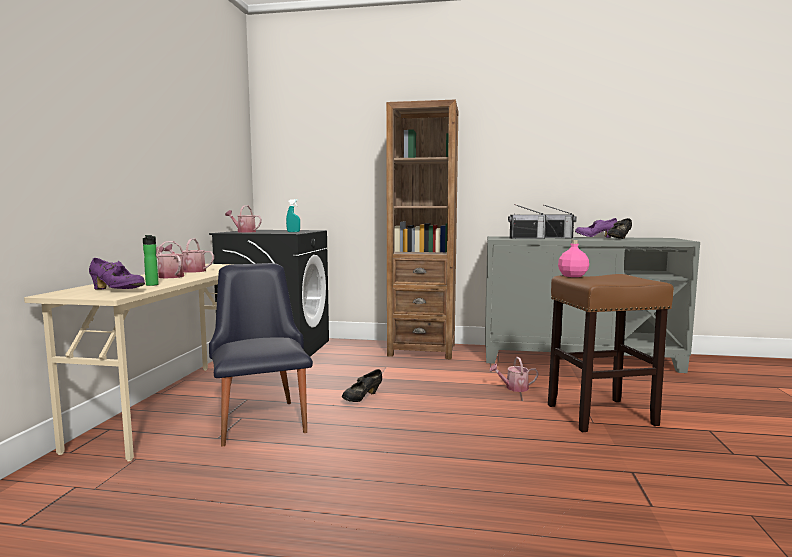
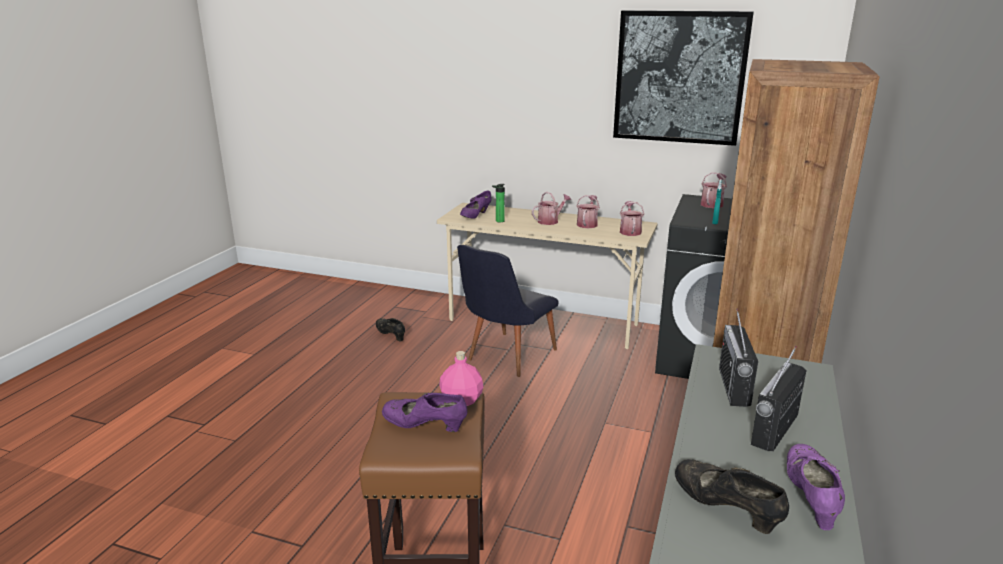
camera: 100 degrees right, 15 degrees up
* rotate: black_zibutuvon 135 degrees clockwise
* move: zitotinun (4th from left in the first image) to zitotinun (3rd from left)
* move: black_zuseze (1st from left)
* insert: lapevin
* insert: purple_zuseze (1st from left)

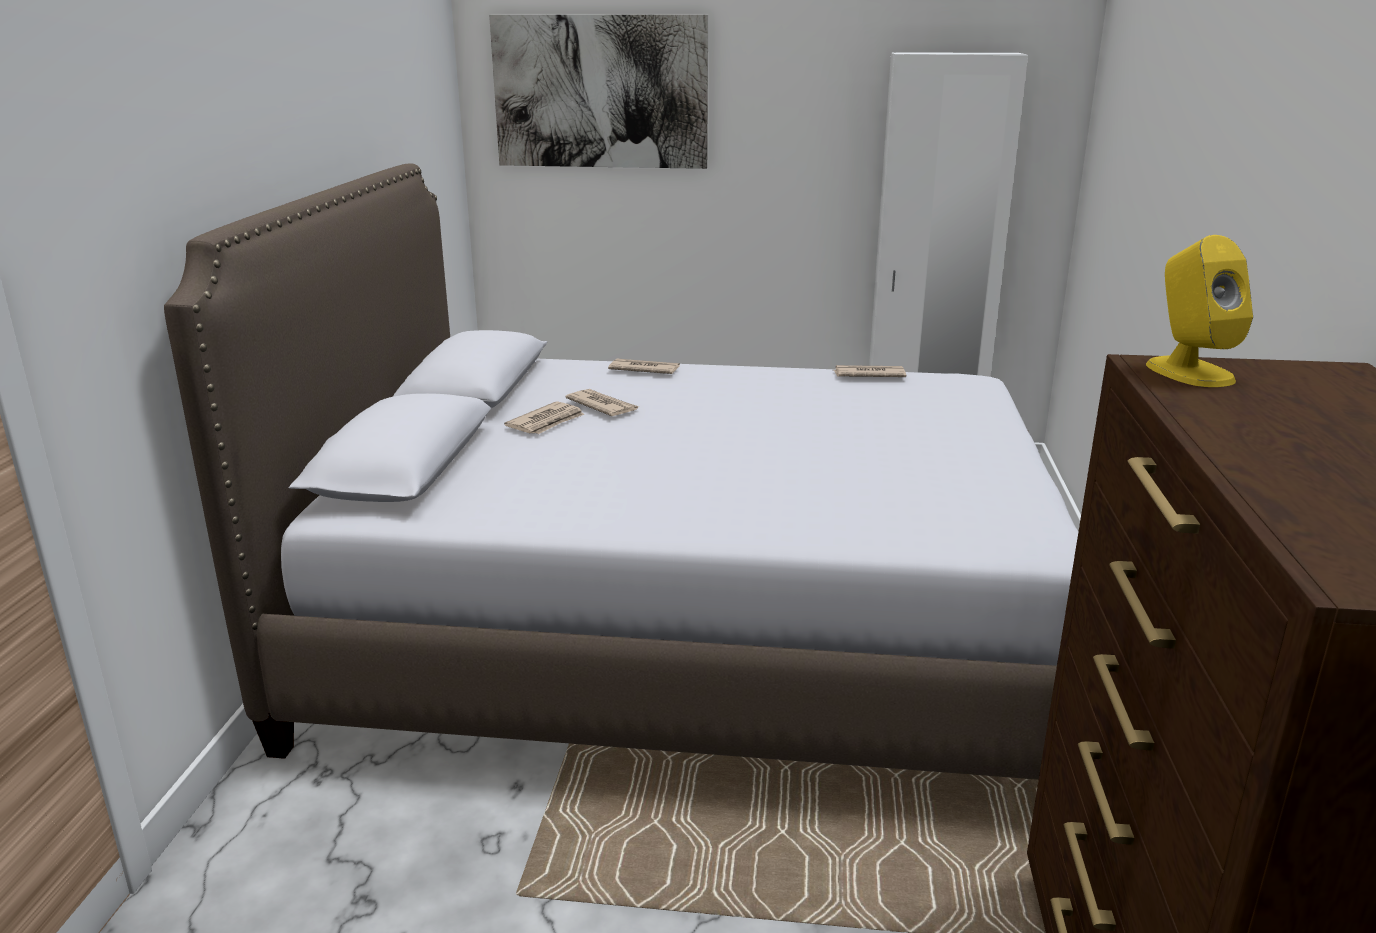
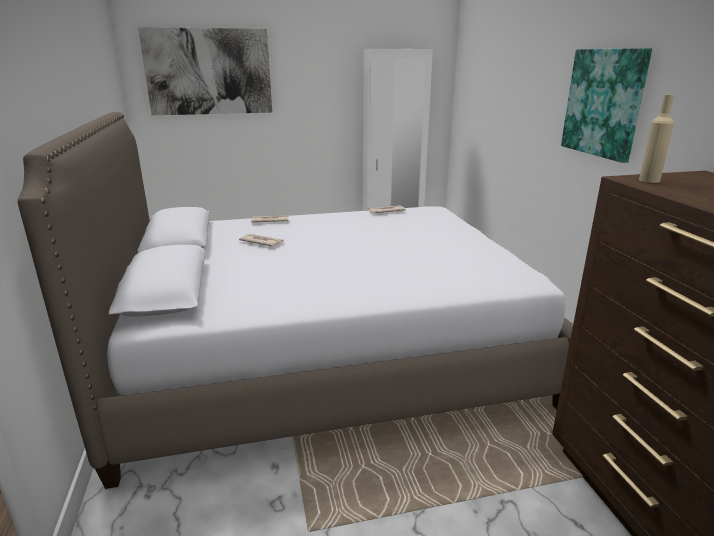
camera: 20 degrees left, 0 degrees up
* replace: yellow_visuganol to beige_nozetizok
* delete: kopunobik (1st from left)
* insert: lapevin (2nd from left)

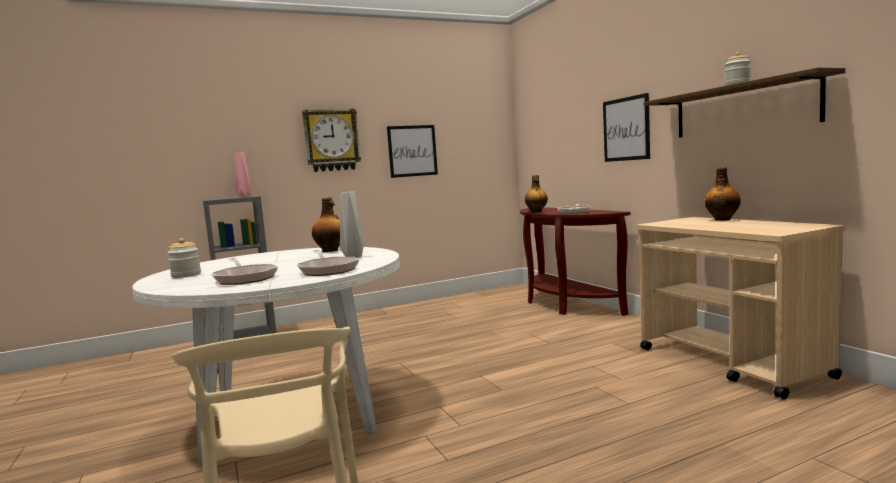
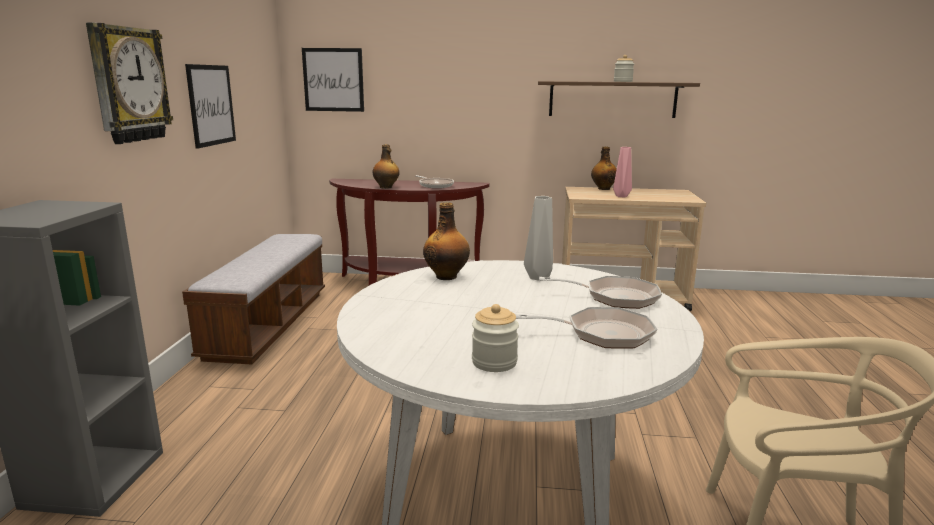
camera: 60 degrees left, 10 degrees up
* move: lapevin (2nd from left)
* move: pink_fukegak
* insert: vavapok

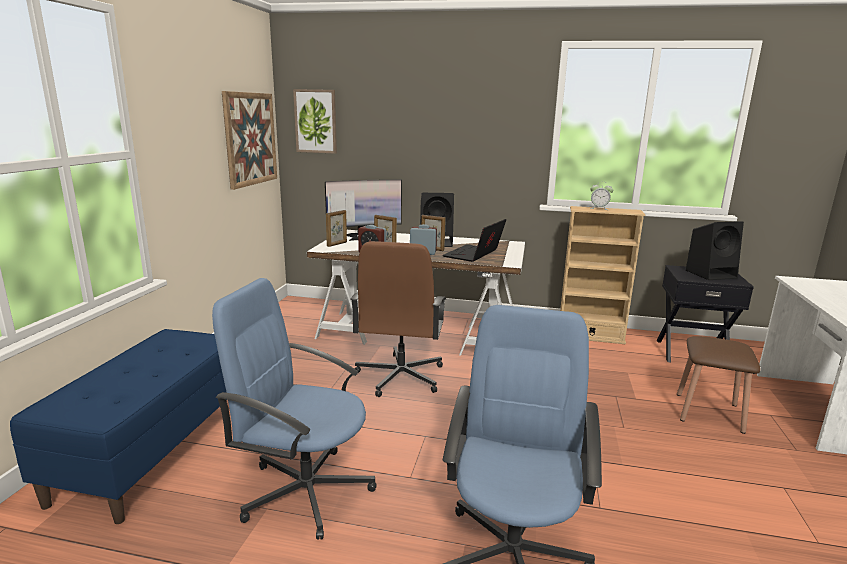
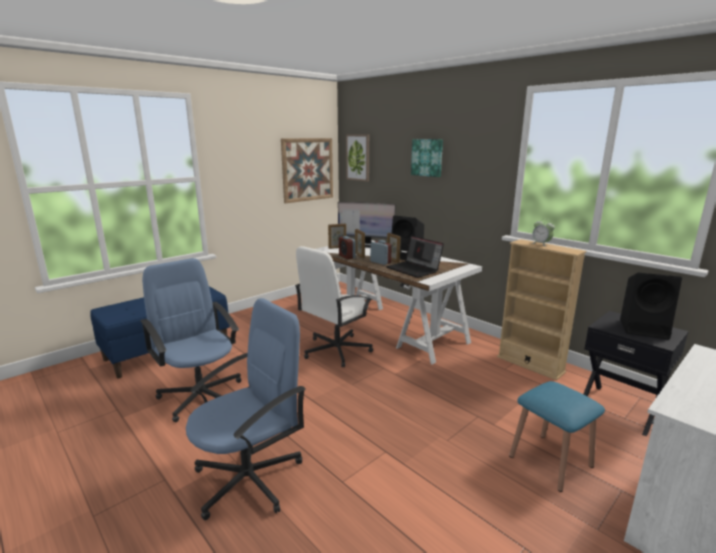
camera: 35 degrees right, 0 degrees up
* rotate: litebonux 105 degrees counterclockwise
* recolor: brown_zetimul to white_zetimul
* recolor: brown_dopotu to blue_dopotu
* insert: lapevin (3rd from left)

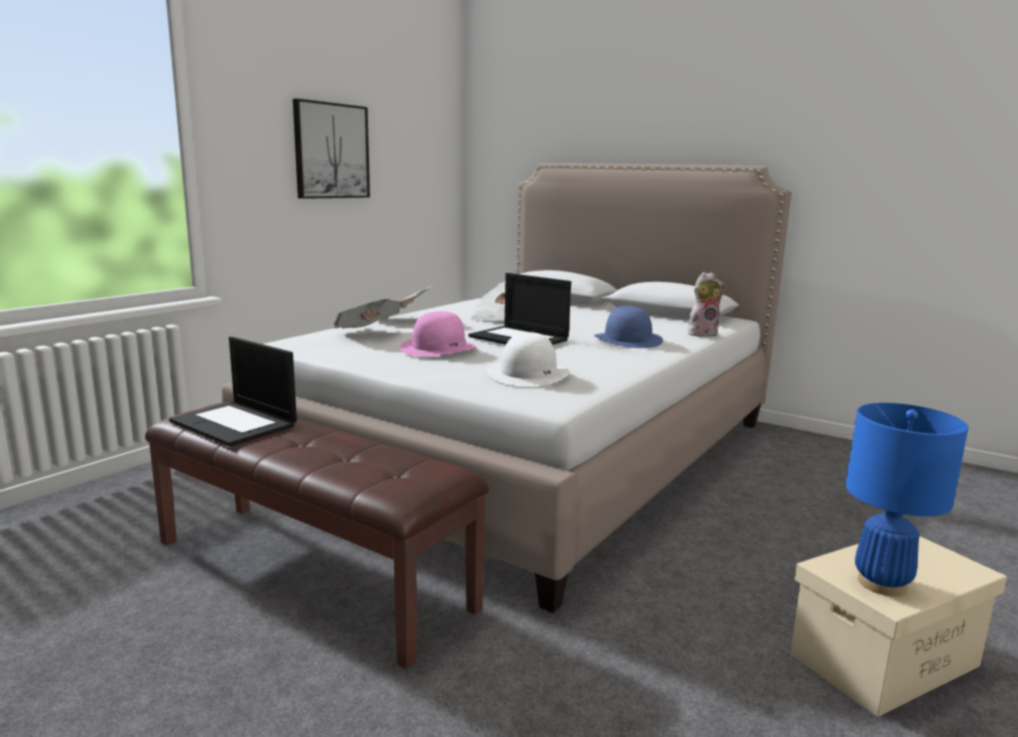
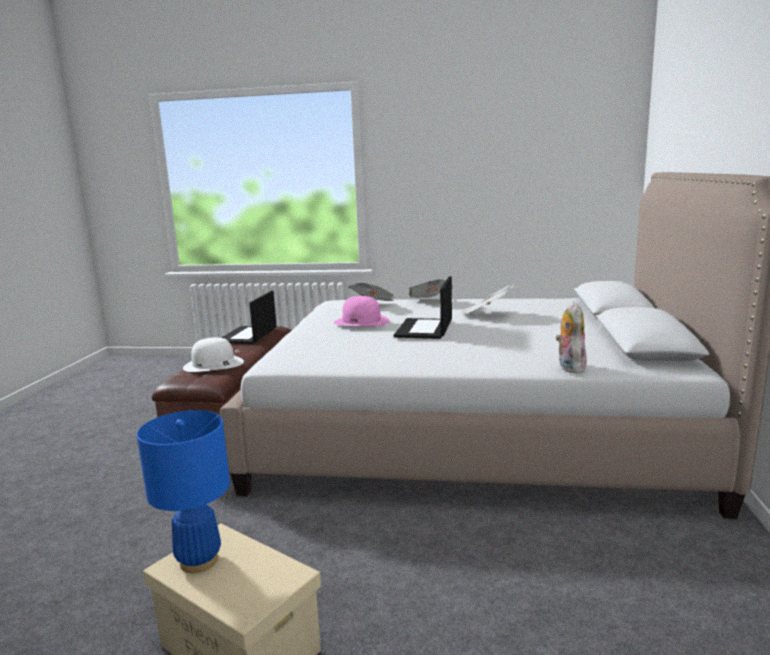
camera: 65 degrees right, 0 degrees up
* delete: lapevin
* rotate: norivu 135 degrees counterclockwise
* delete: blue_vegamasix
* move: white_vegamasix

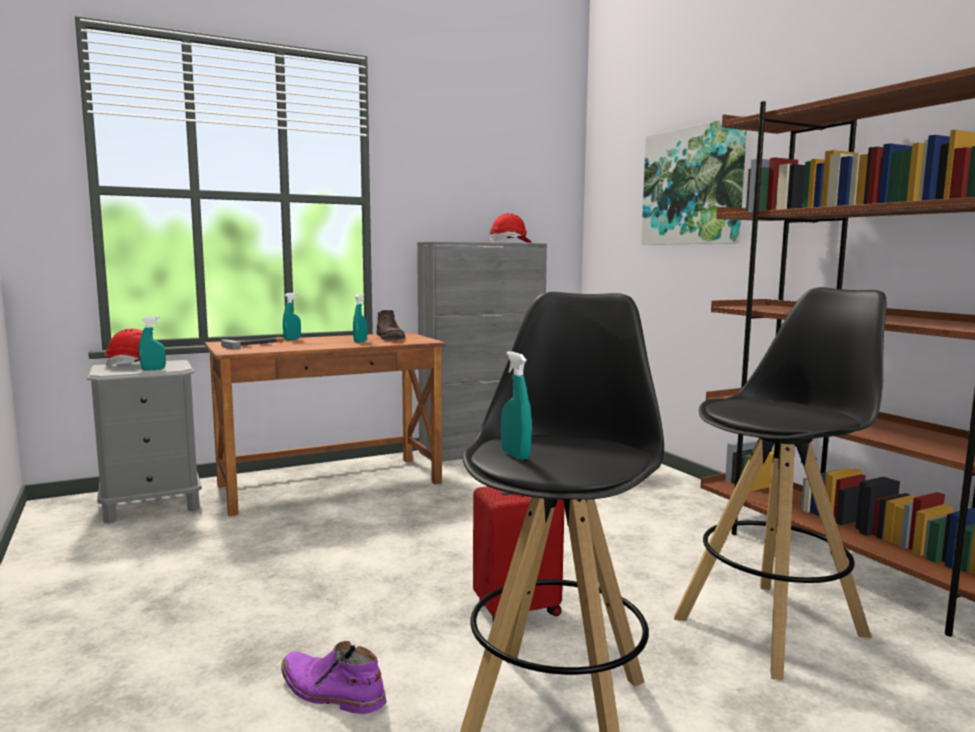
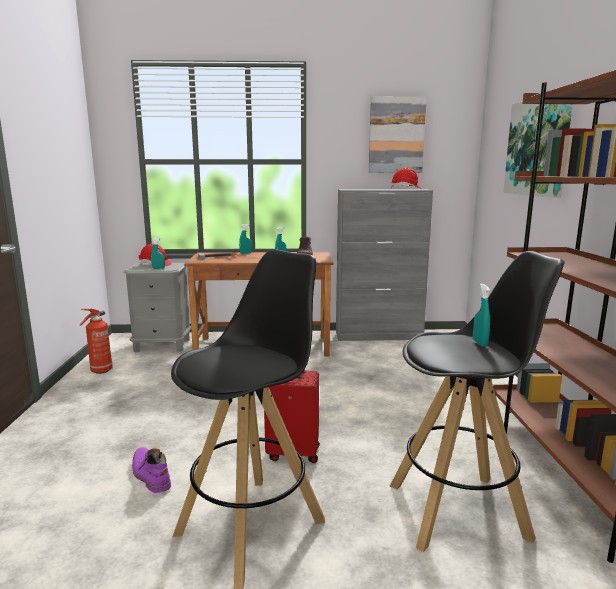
camera: 25 degrees right, 5 degrees up
* move: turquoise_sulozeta (4th from left)
* insert: lapevin (1st from left)
* insert: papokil

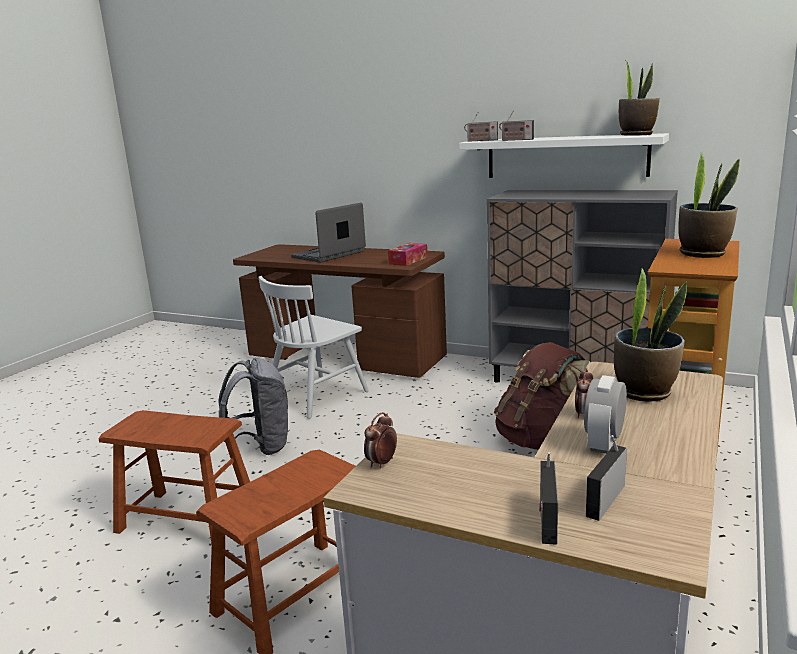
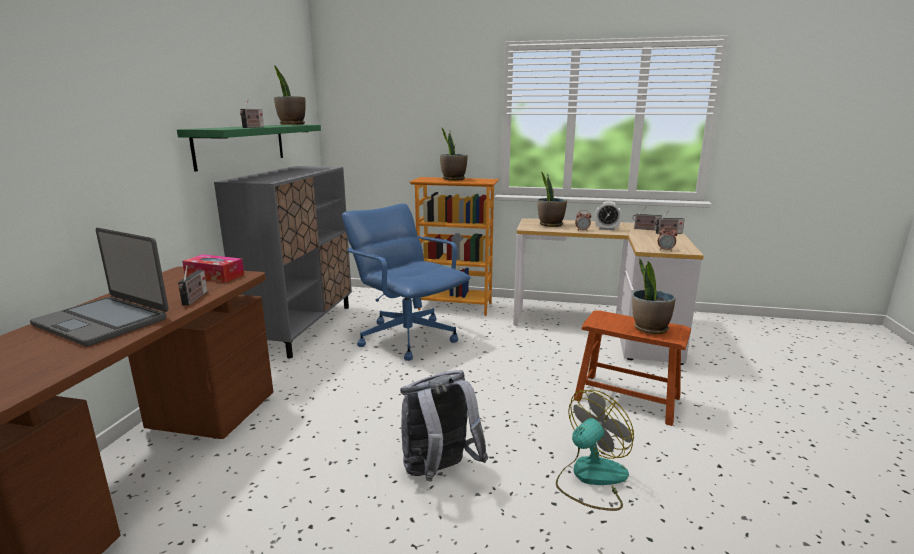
camera: 105 degrees left, 0 degrees up
* move: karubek (1st from left)
* recolor: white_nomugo to green_nomugo
* delete: white_zibutuvon
* replace: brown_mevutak to blue_zetimul
* replace: brown_dopotu (1st from left) to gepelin
* insert: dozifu (4th from left)

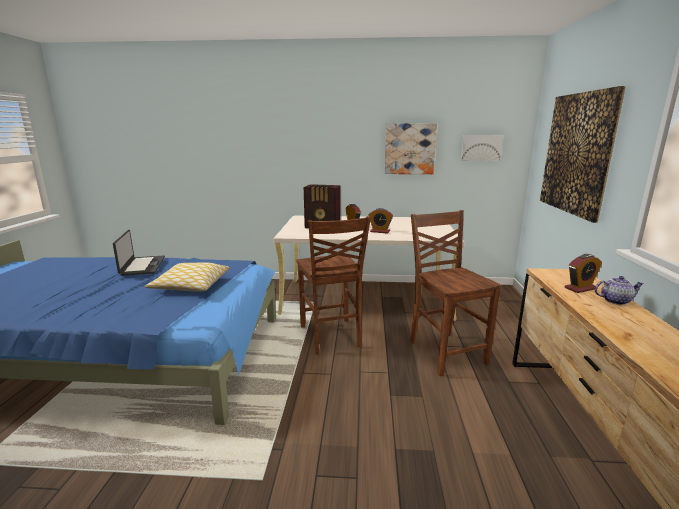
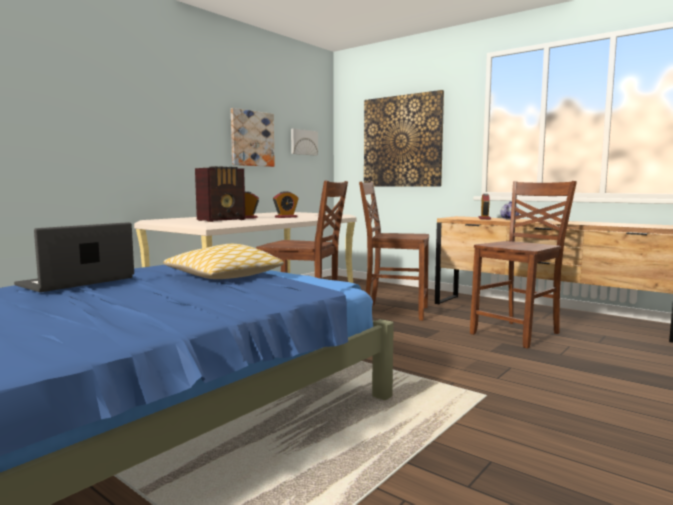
camera: 55 degrees left, 10 degrees down
* rotate: litebonux 75 degrees counterclockwise
* insert: brown_zibutuvon (3rd from left)

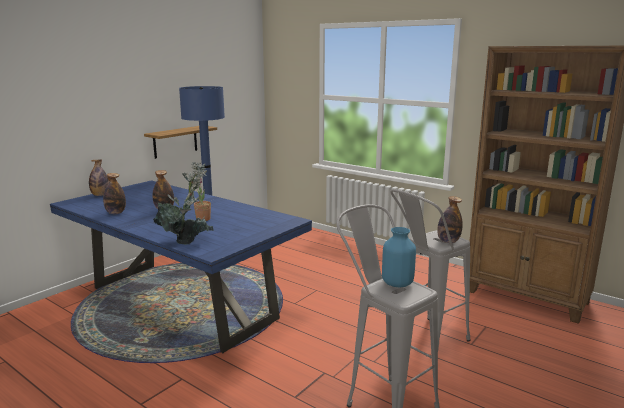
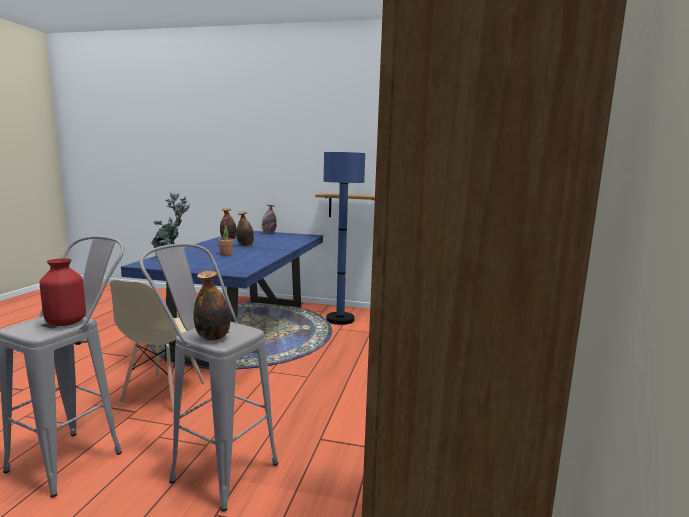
camera: 65 degrees right, 5 degrees down
* recolor: blue_fukegak to red_fukegak
* insert: beige_zibutuvon

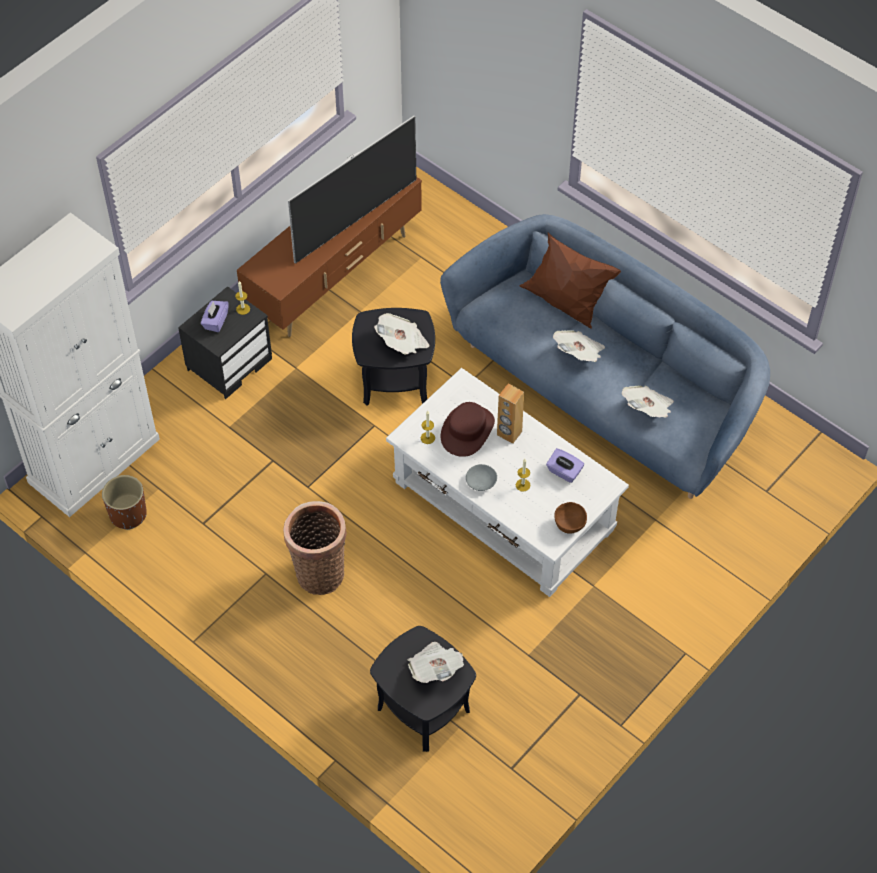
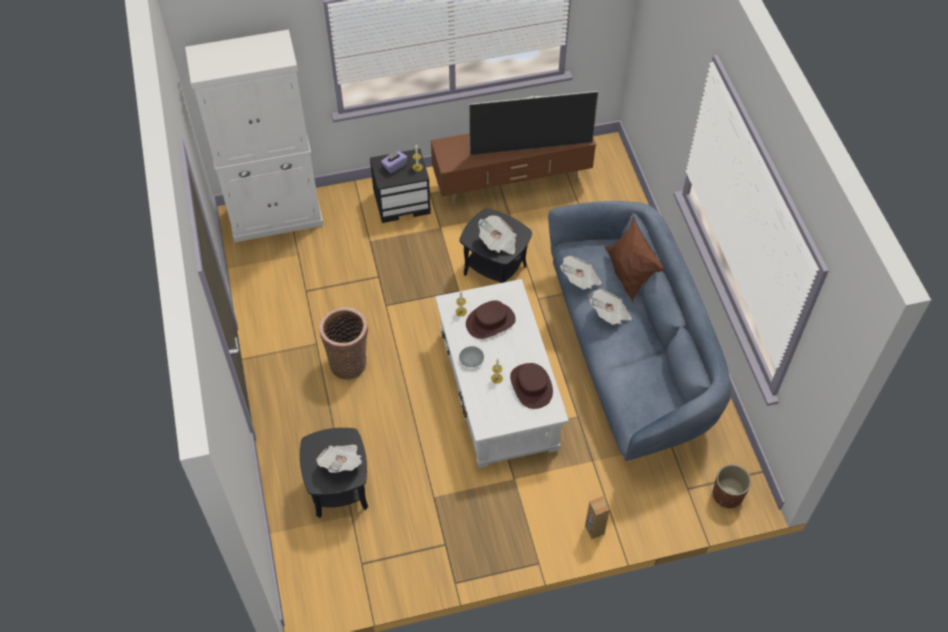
camera: 35 degrees right, 0 degrees up
* move: brown_visuganol
* move: kopunobik (4th from left in the first image) to kopunobik (3rd from left)
* replace: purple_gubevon (2nd from left) to brown_vegamasix (2nd from left)
* move: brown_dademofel
* delete: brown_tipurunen

